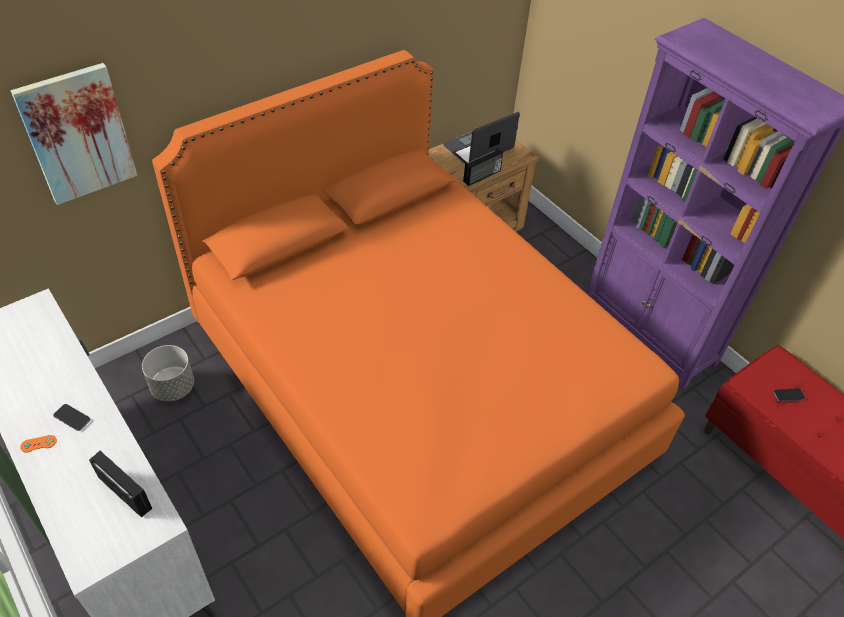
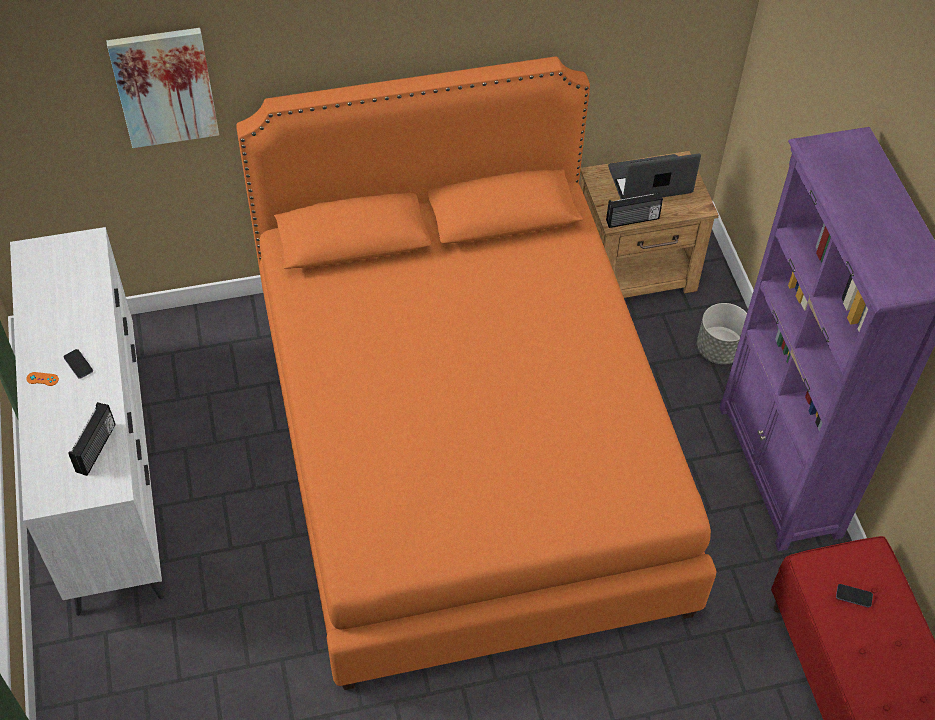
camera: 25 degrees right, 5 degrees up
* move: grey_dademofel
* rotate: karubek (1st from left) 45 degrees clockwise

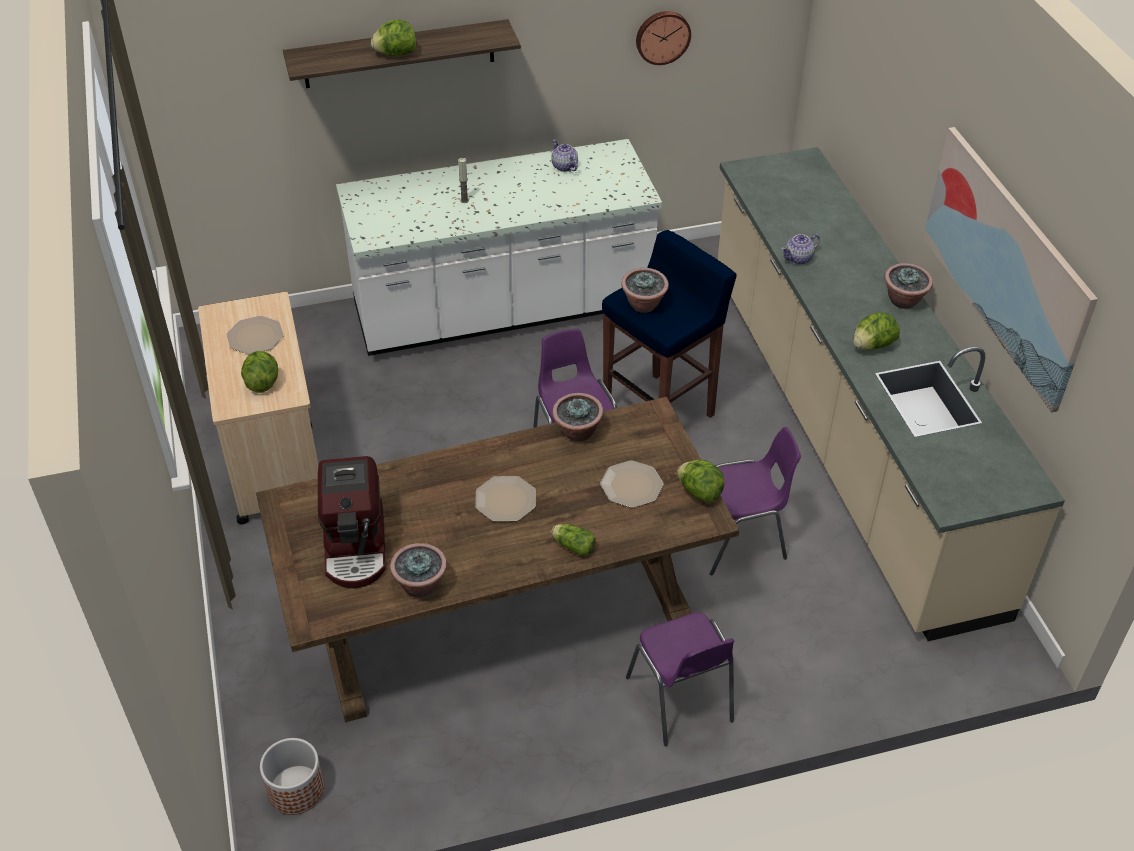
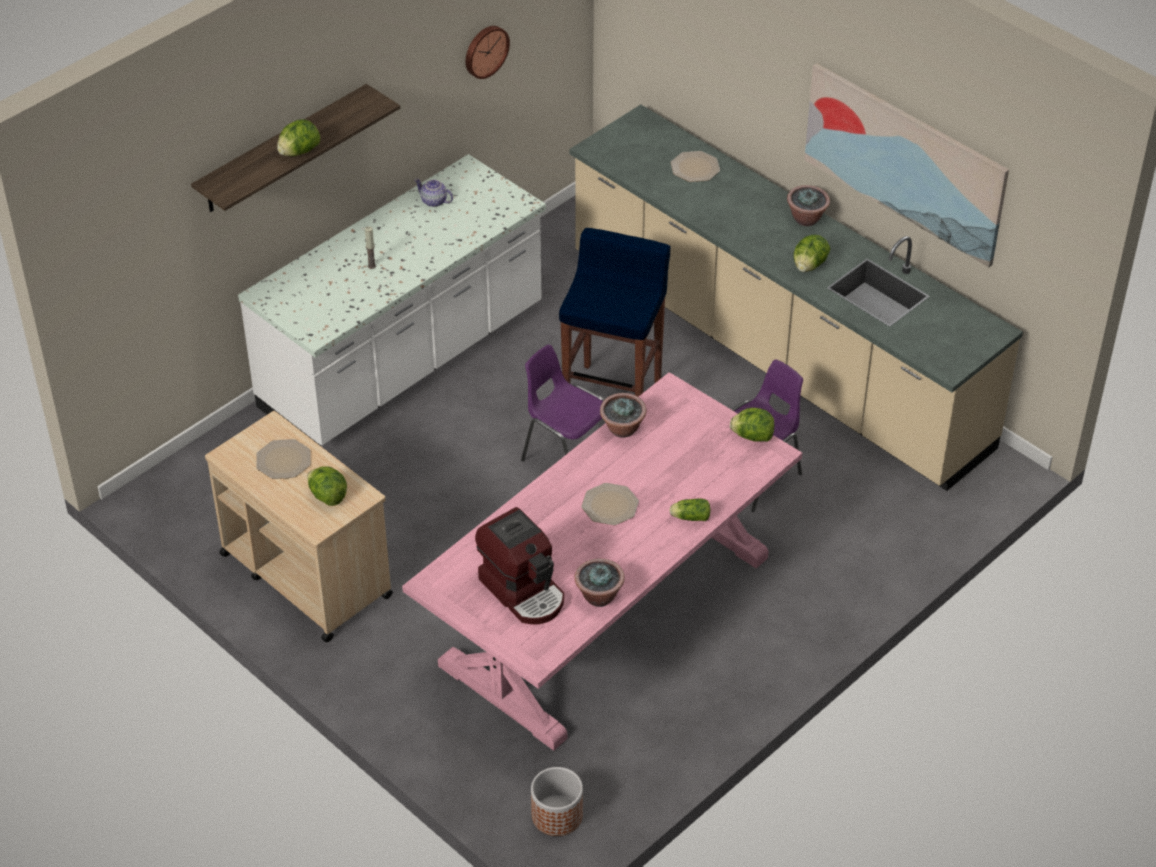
camera: 30 degrees left, 0 degrees up
* delete: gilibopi (2nd from left)
* delete: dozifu (3rd from left)
* recolor: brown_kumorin to pink_kumorin
* move: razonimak (3rd from left)
* delete: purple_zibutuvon (2nd from left)

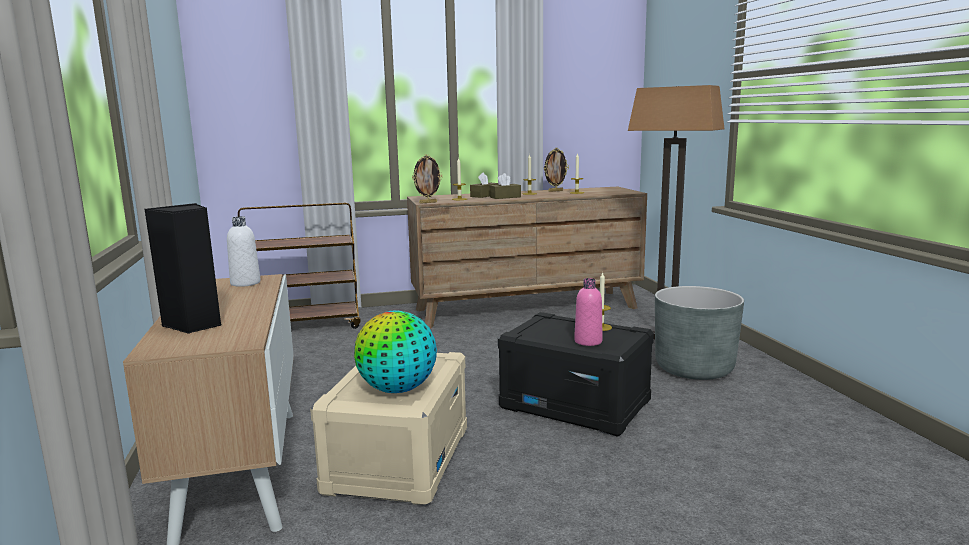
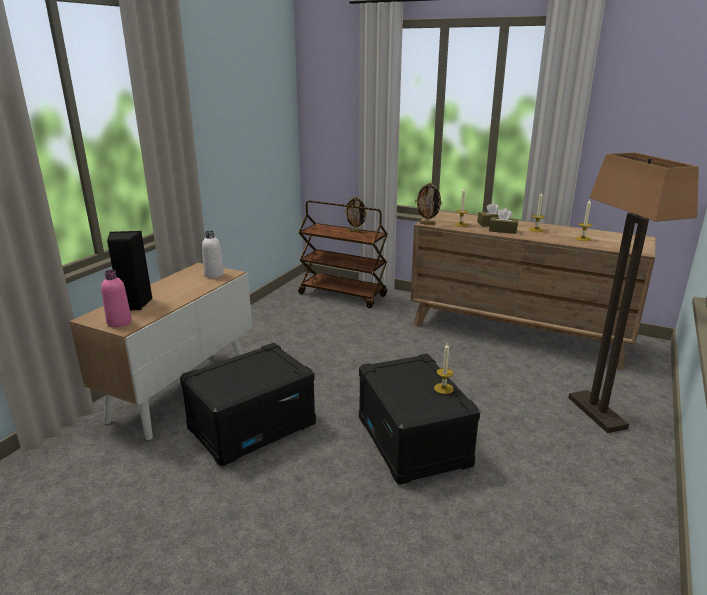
camera: 40 degrees right, 10 degrees up
* move: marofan (2nd from left in the first image) to marofan (1st from left)
* move: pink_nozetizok
* delete: grey_dademofel
* delete: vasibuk
* recolor: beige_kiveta to black_kiveta (1st from left)

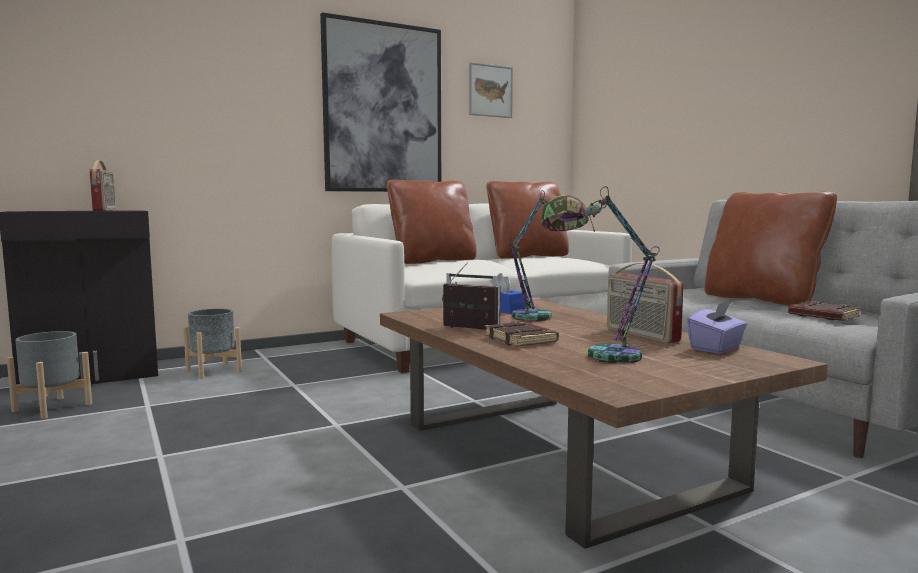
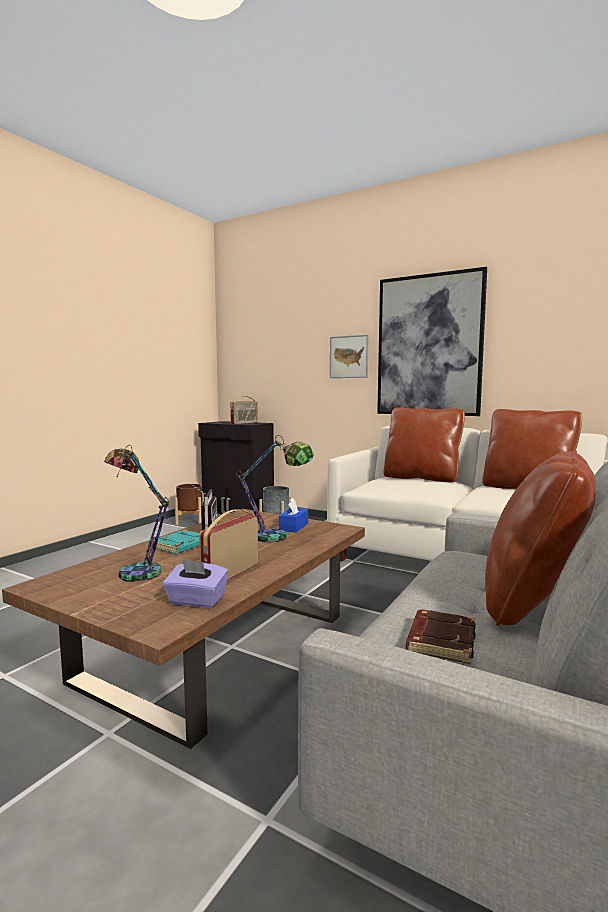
camera: 60 degrees right, 0 degrees up
* move: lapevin (2nd from left in the first image) to lapevin (1st from left)
* recolor: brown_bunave (1st from left) to turquoise_bunave
* recolor: grey_dademofel (1st from left) to brown_dademofel

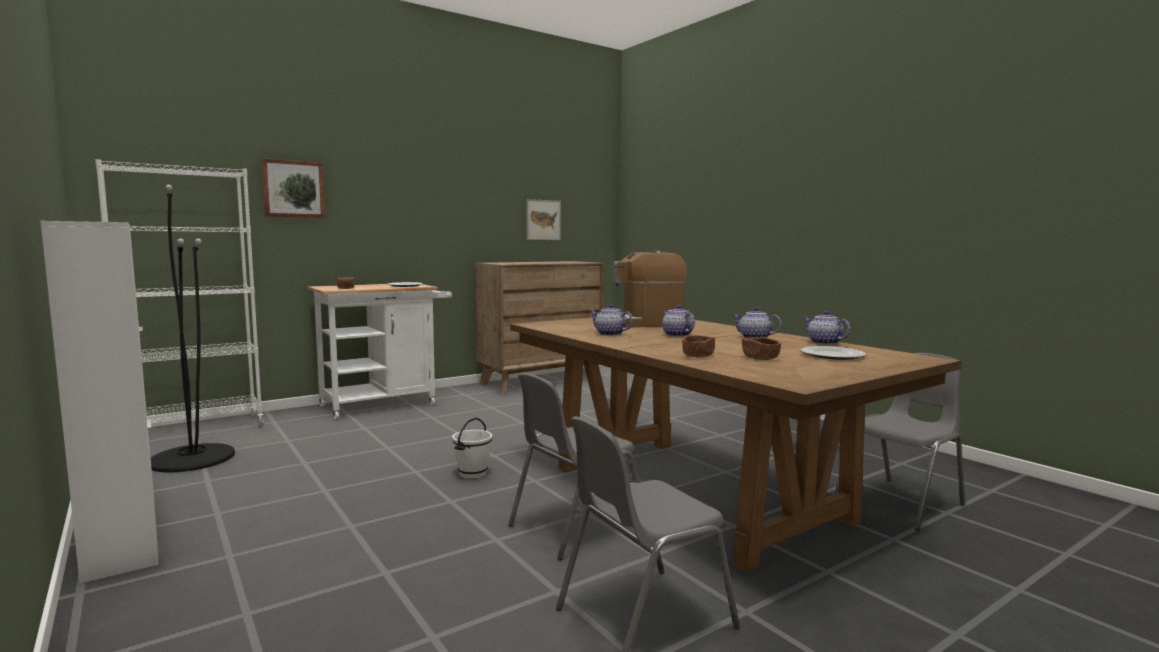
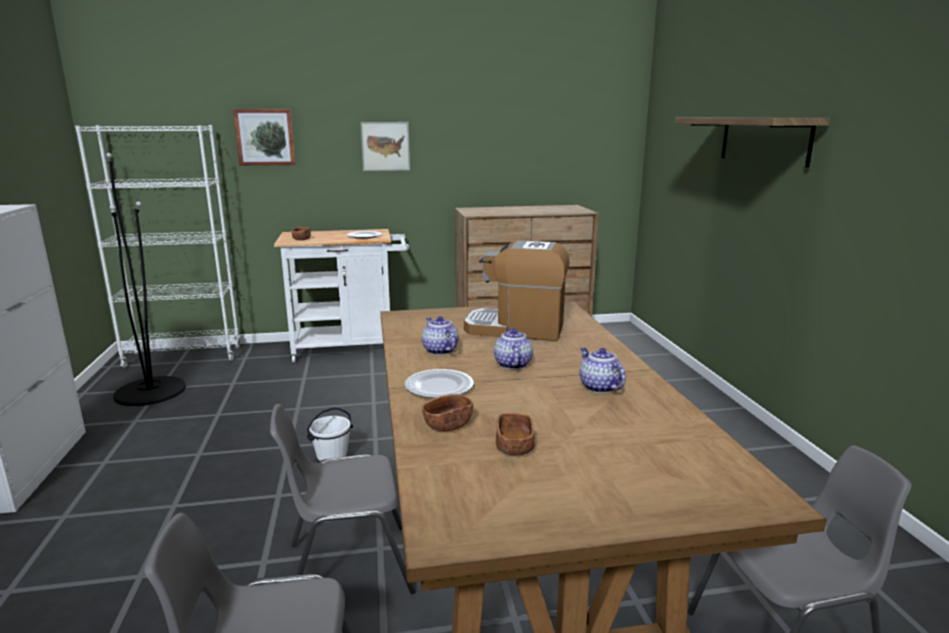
camera: 25 degrees right, 10 degrees up
* move: lapevin (2nd from left)
* delete: gilibopi (4th from left)
* move: razonimak (2nd from left)
* insert: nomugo

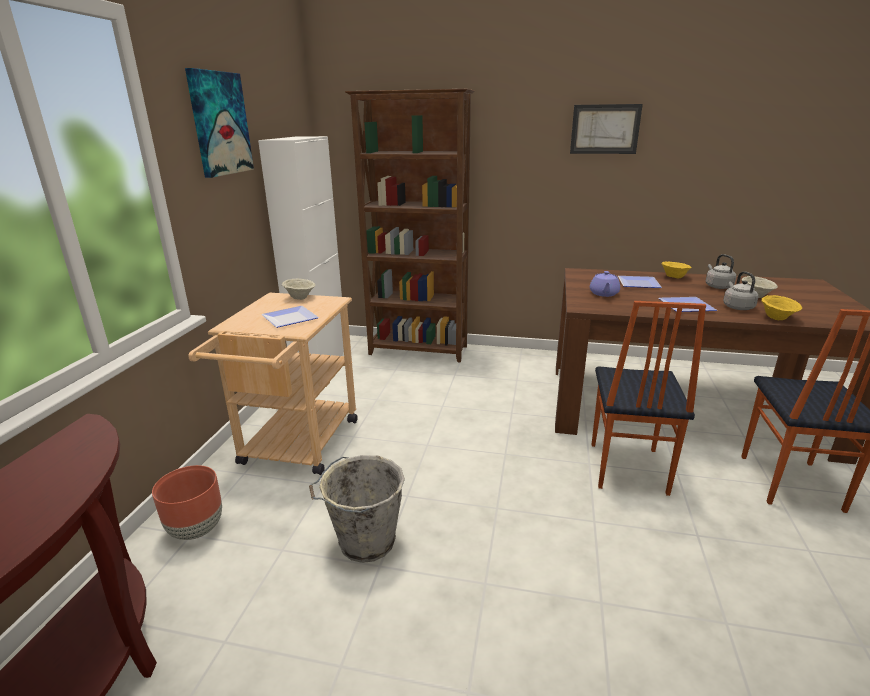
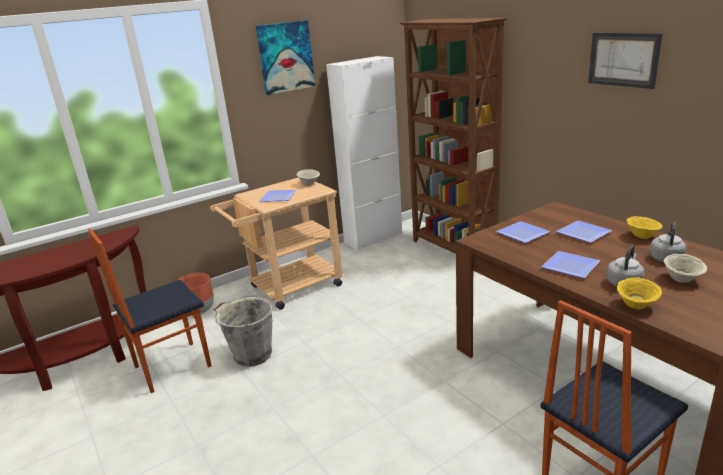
camera: 45 degrees right, 0 degrees up
* replace: purple_gilibopi to razonimak (2nd from left)
* move: zibutuvon (1st from left)

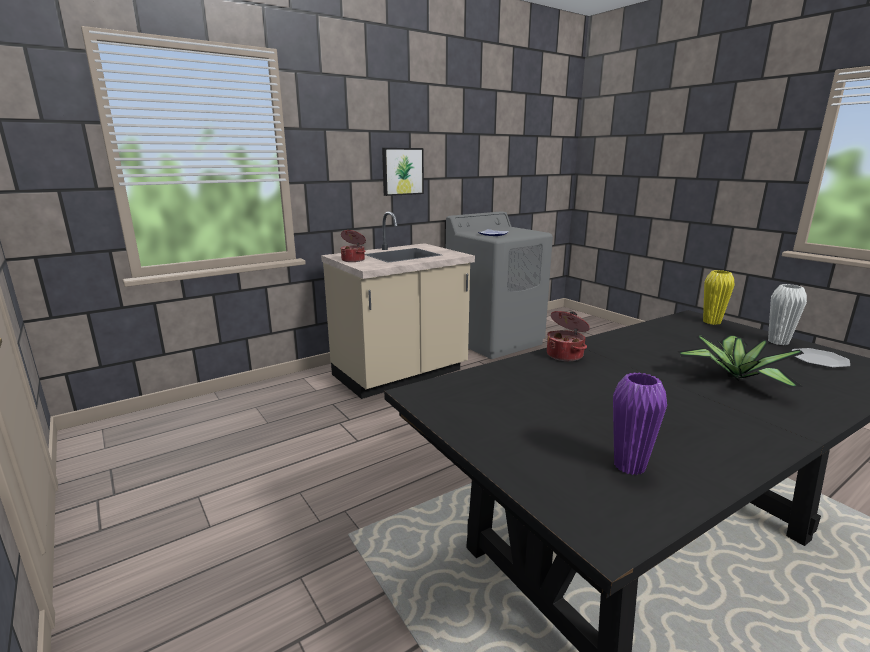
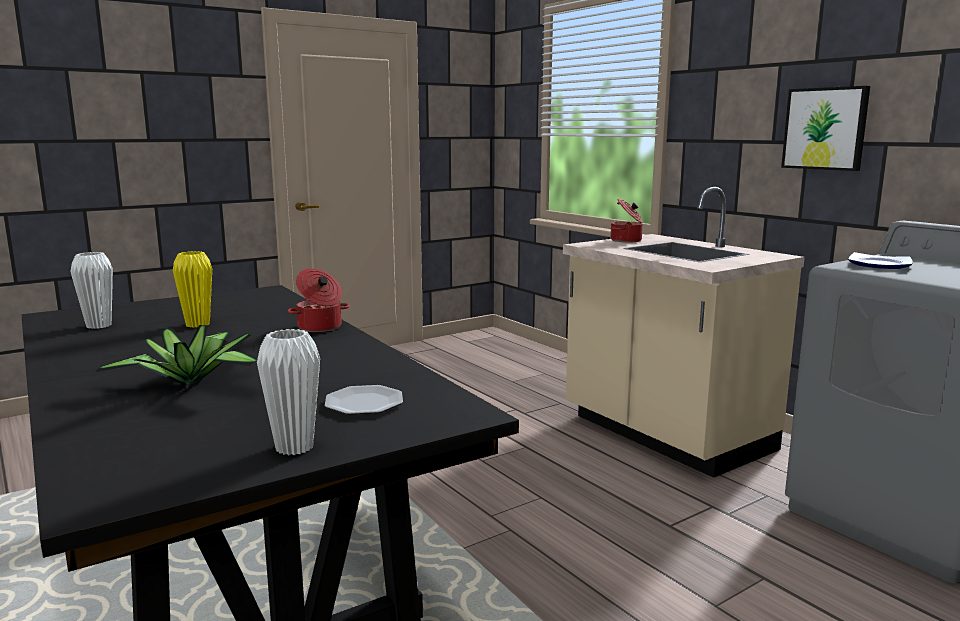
camera: 90 degrees right, 5 degrees down
* move: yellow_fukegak
* move: razonimak (2nd from left in the first image) to razonimak (1st from left)
* recolor: purple_fukegak to white_fukegak (1st from left)

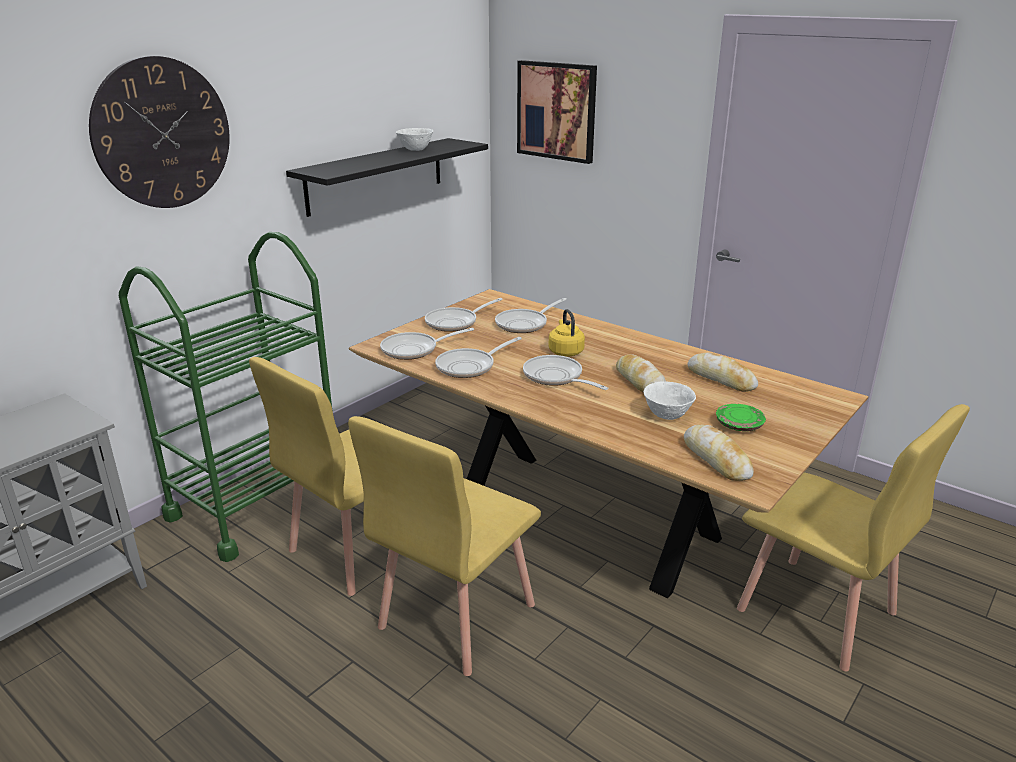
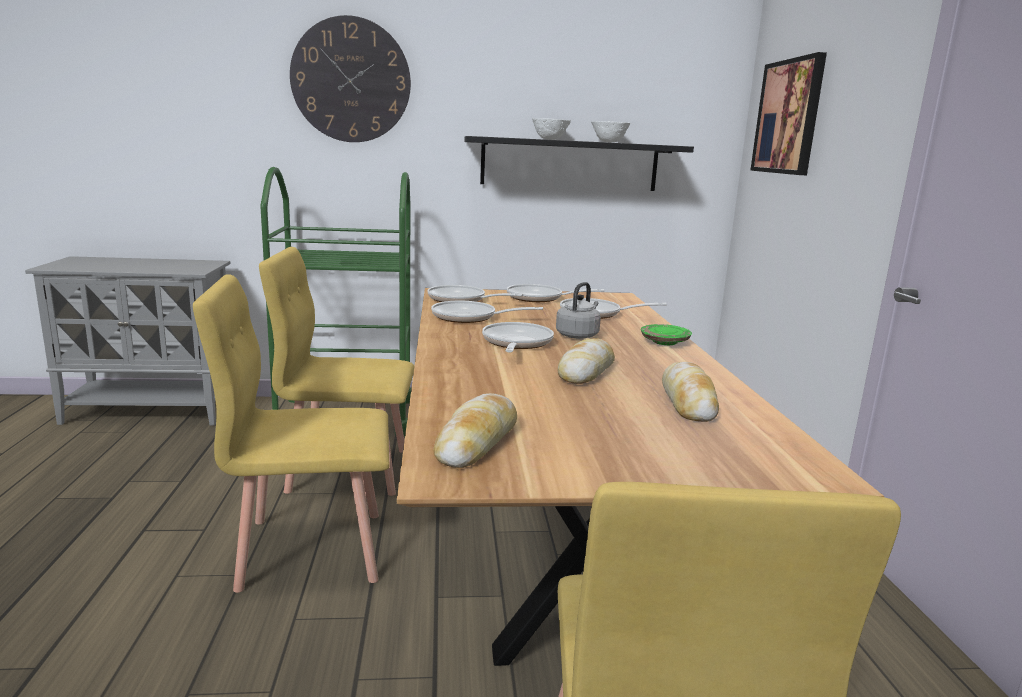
camera: 45 degrees right, 10 degrees down
* recolor: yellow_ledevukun to grey_ledevukun
* move: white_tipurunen (2nd from left in the first image) to white_tipurunen (1st from left)
* move: green_razonimak

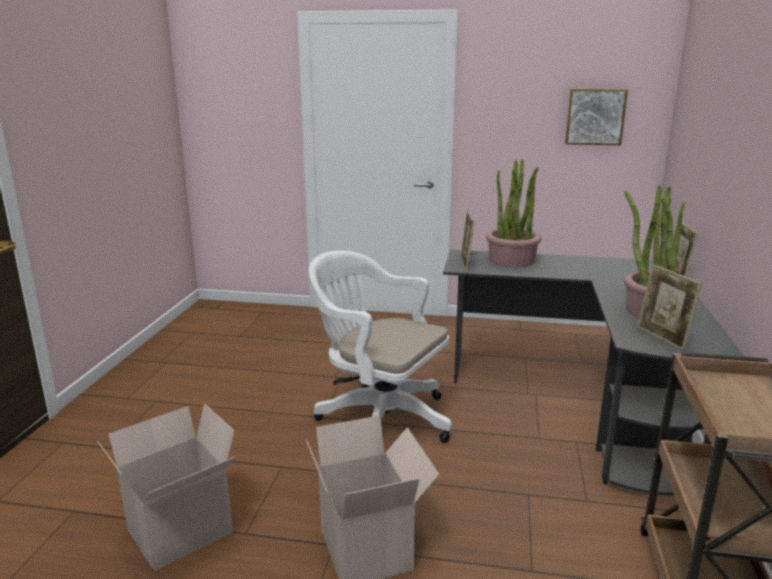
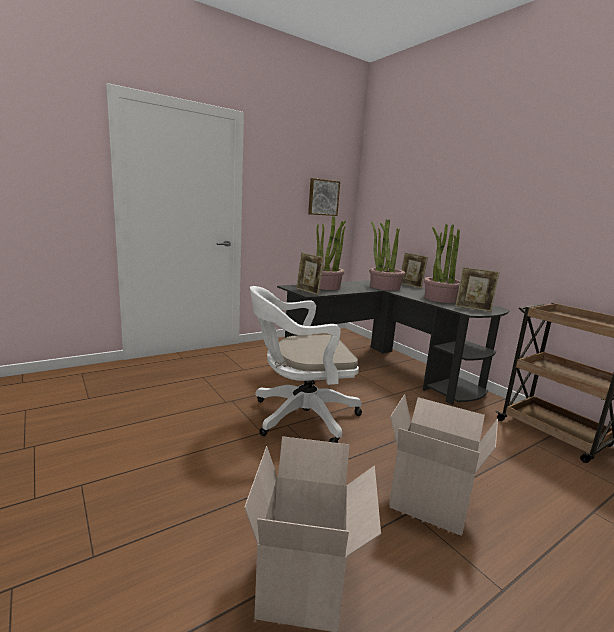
camera: 45 degrees left, 5 degrees down
* insert: dozifu (2nd from left)

